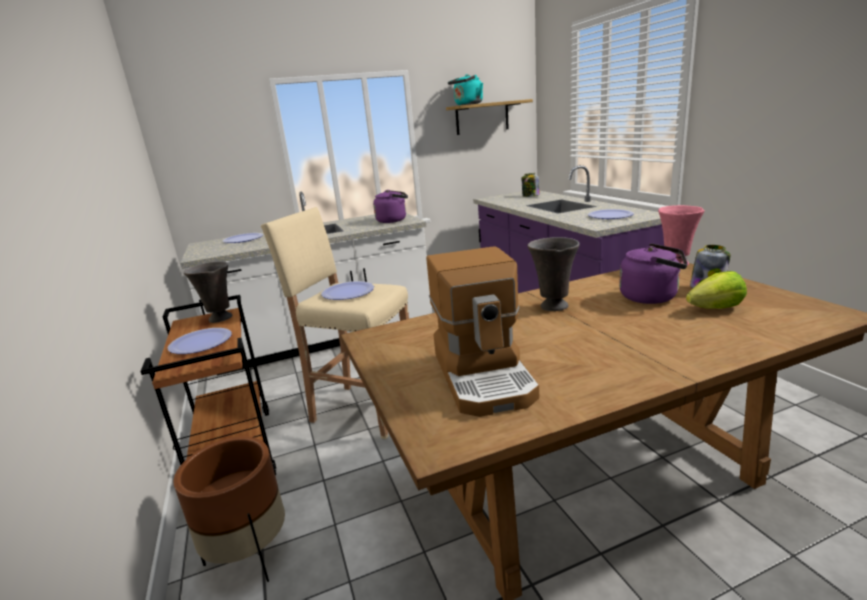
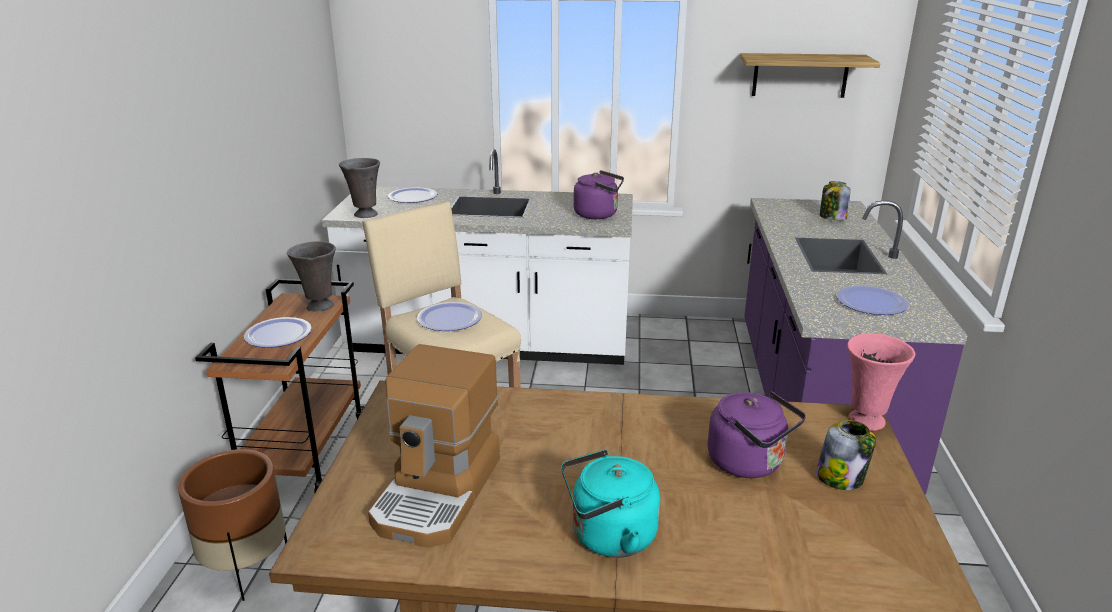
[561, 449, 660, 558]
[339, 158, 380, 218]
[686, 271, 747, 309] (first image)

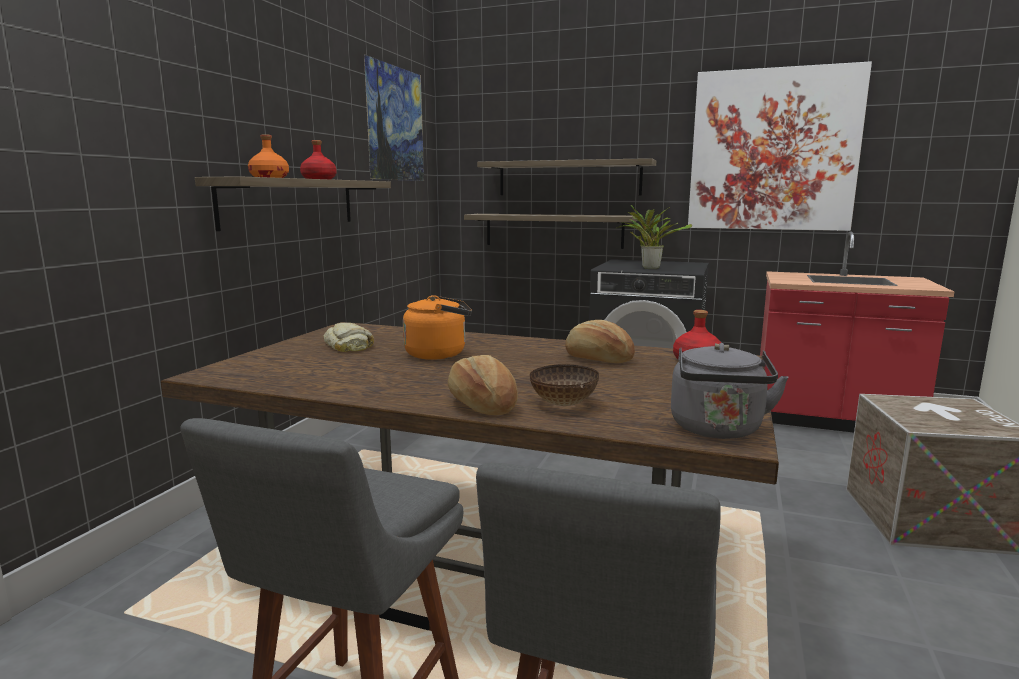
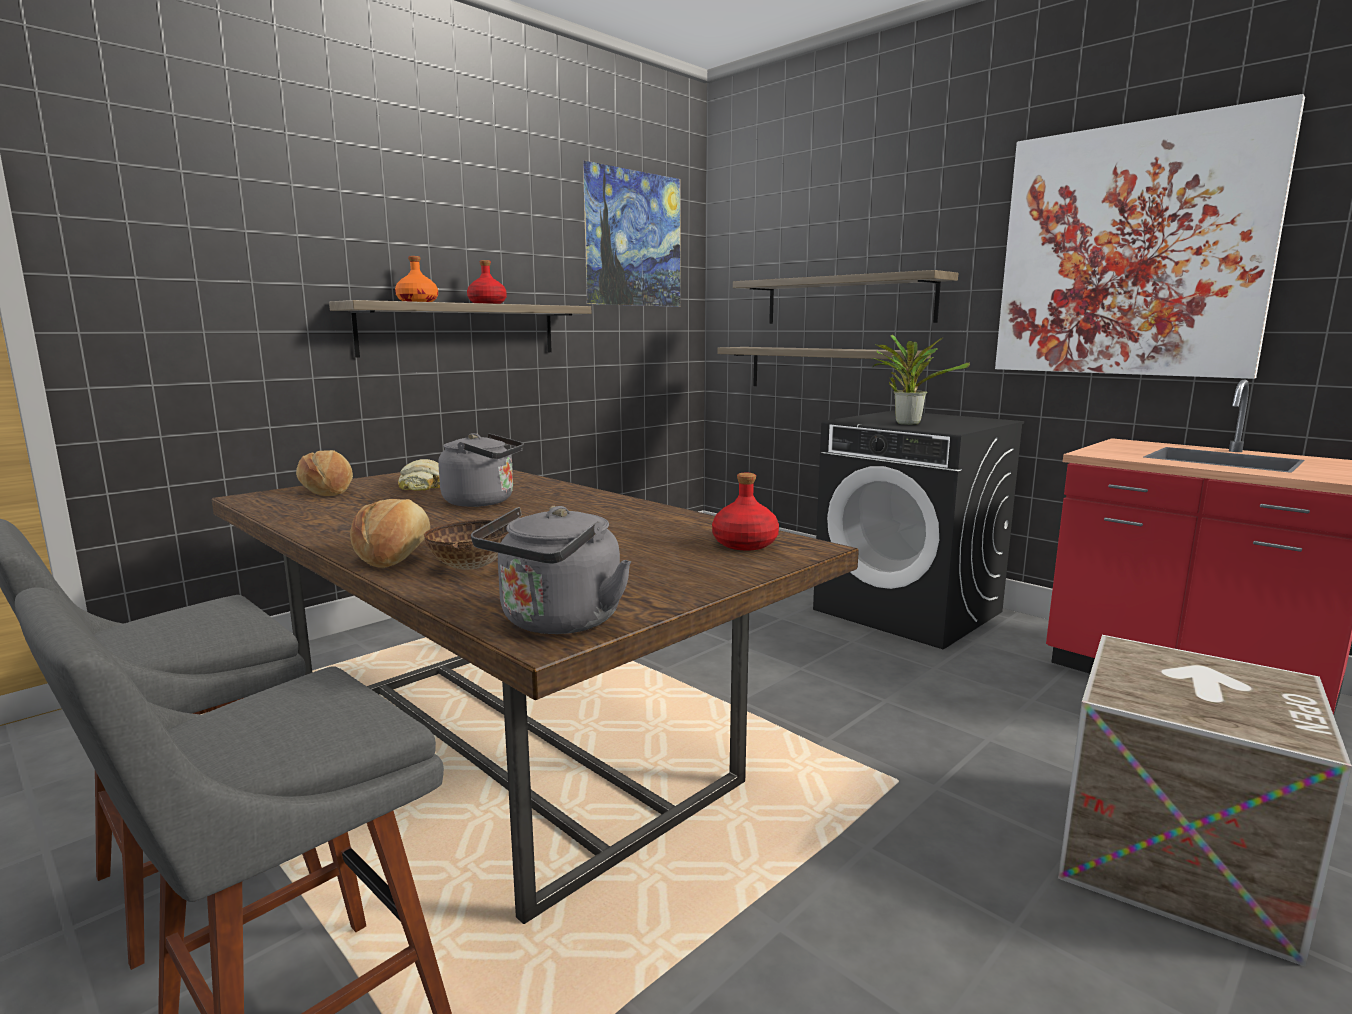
[438, 433, 524, 507]
[296, 450, 353, 496]

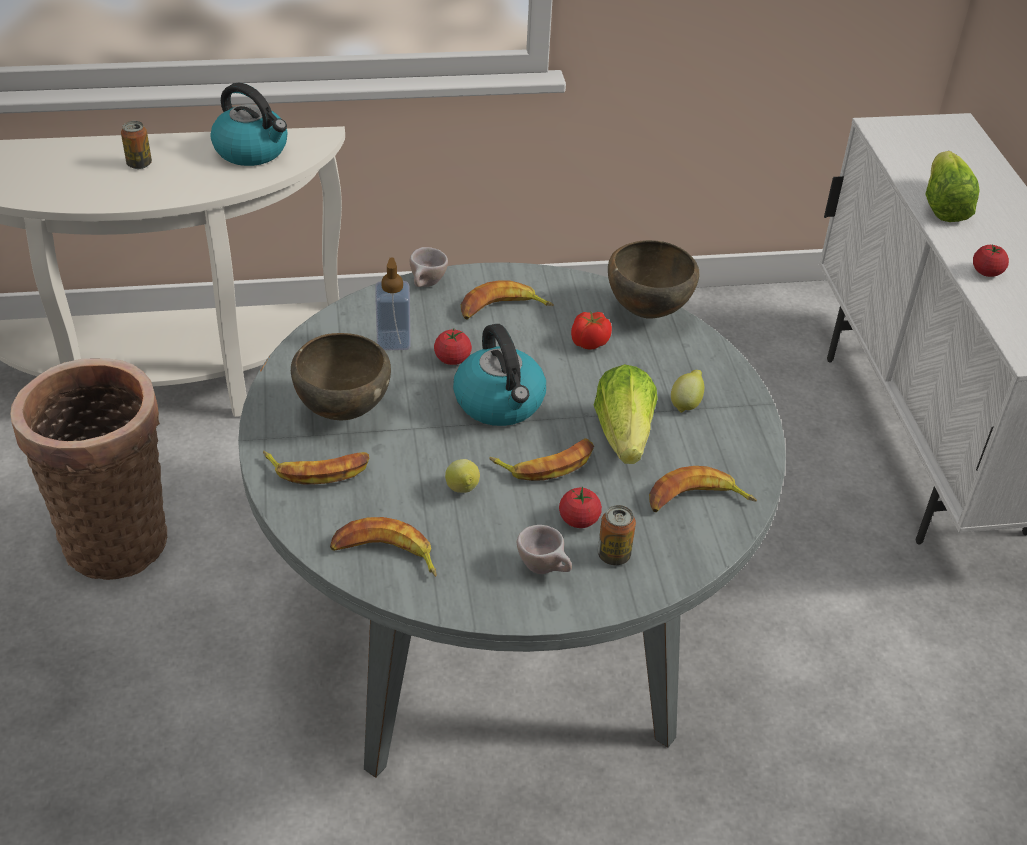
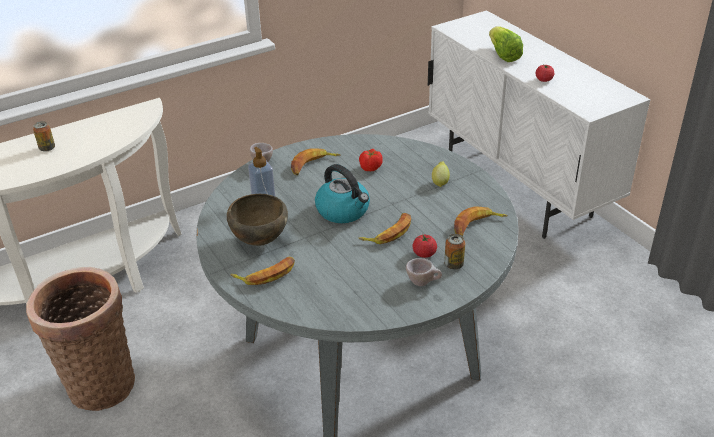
[210, 83, 287, 166] (first image)
[608, 240, 699, 319] (first image)
[434, 329, 472, 365] (first image)
[594, 364, 658, 464] (first image)
[445, 459, 480, 493] (first image)
[330, 517, 437, 577] (first image)

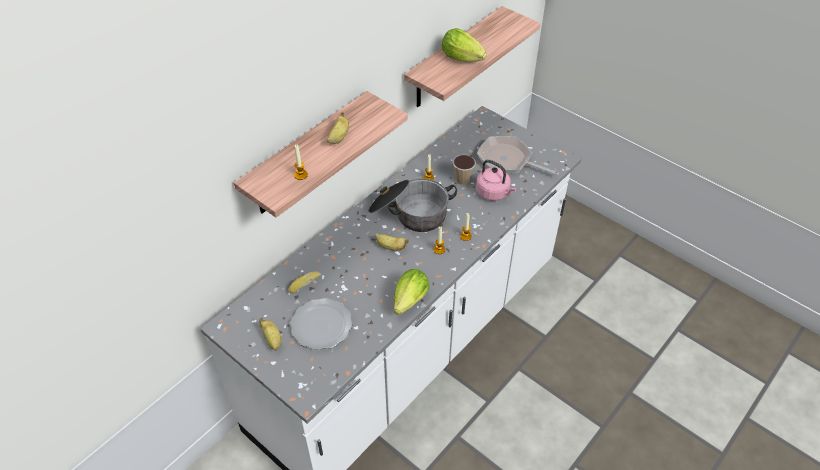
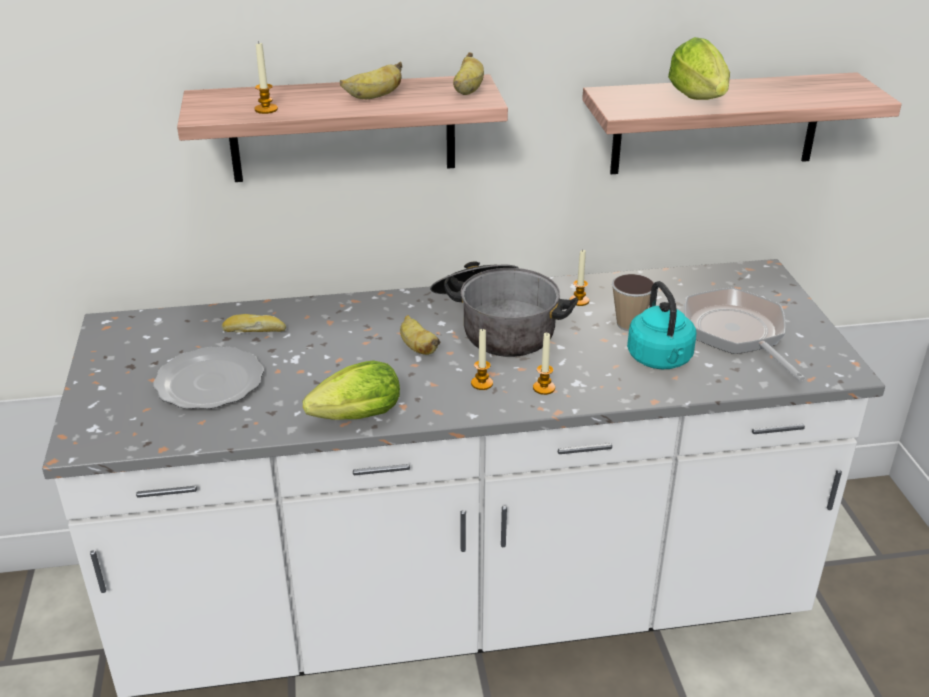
[627, 281, 696, 369]
[453, 52, 484, 95]

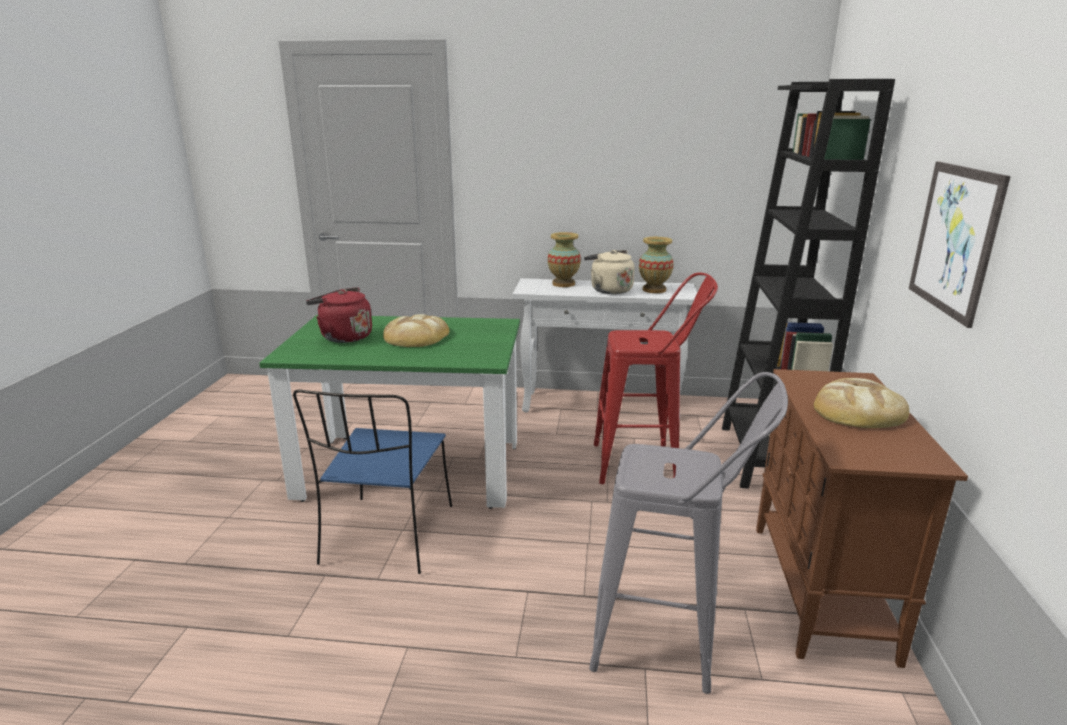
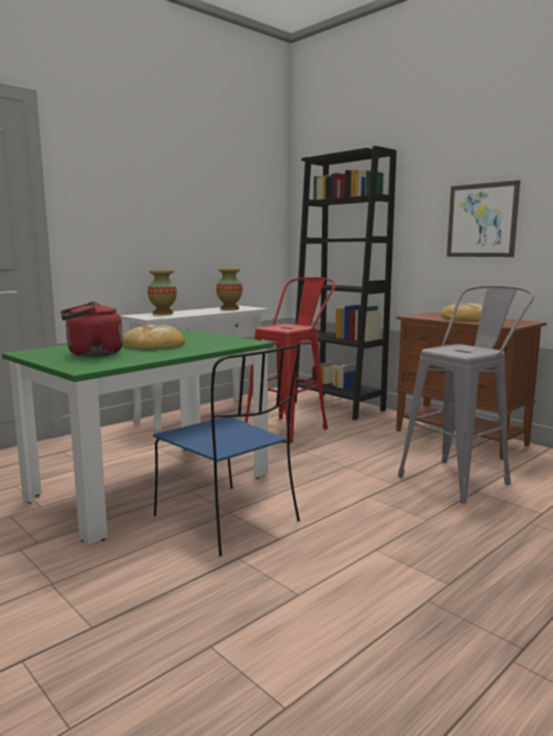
[584, 250, 635, 294] (first image)

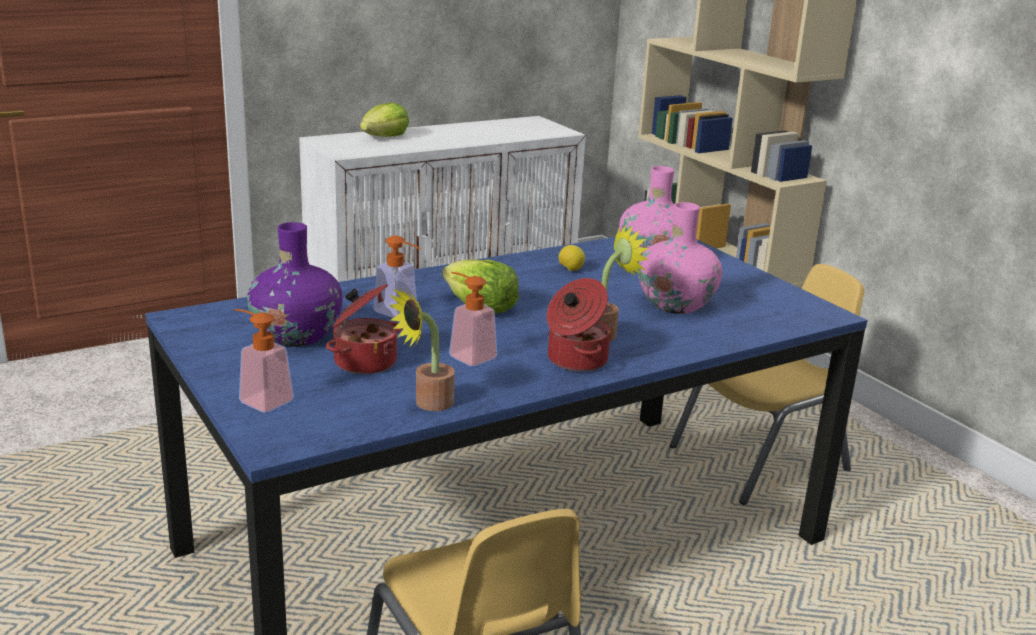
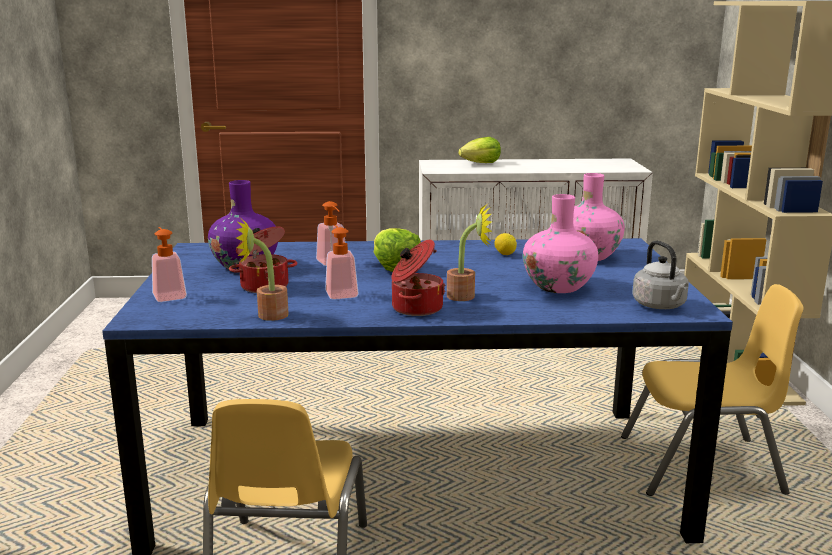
[632, 240, 689, 309]

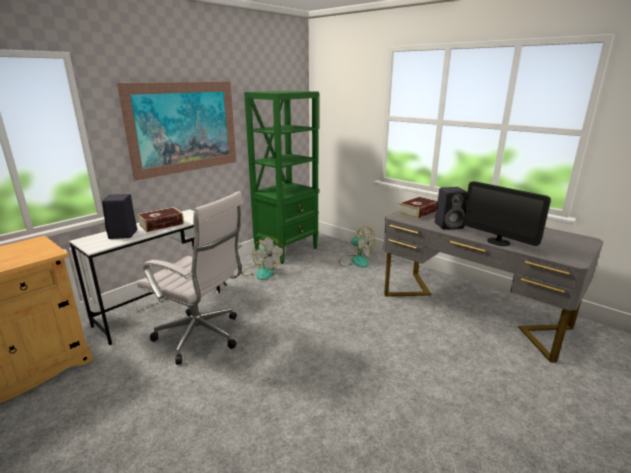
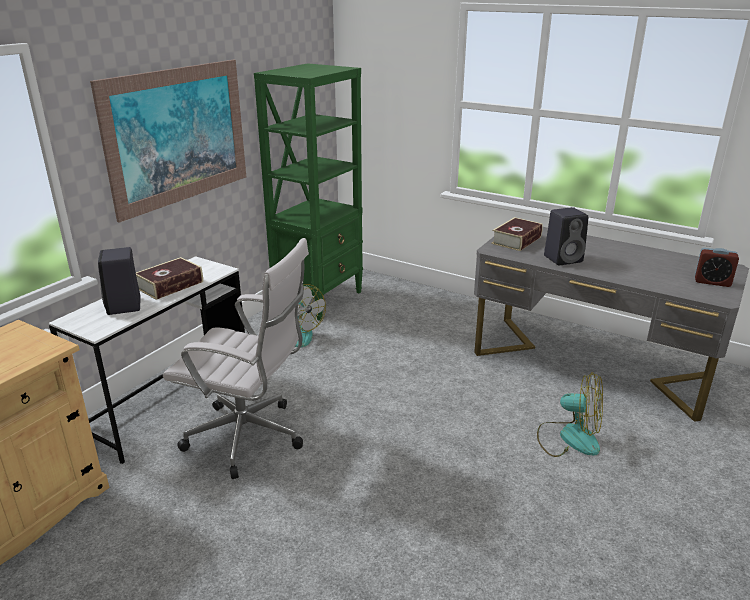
[463, 181, 551, 246] (first image)
[537, 372, 603, 457]
[695, 248, 739, 287]

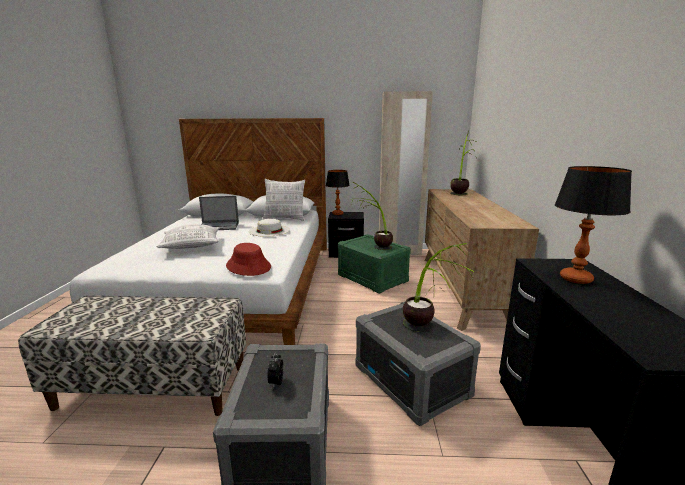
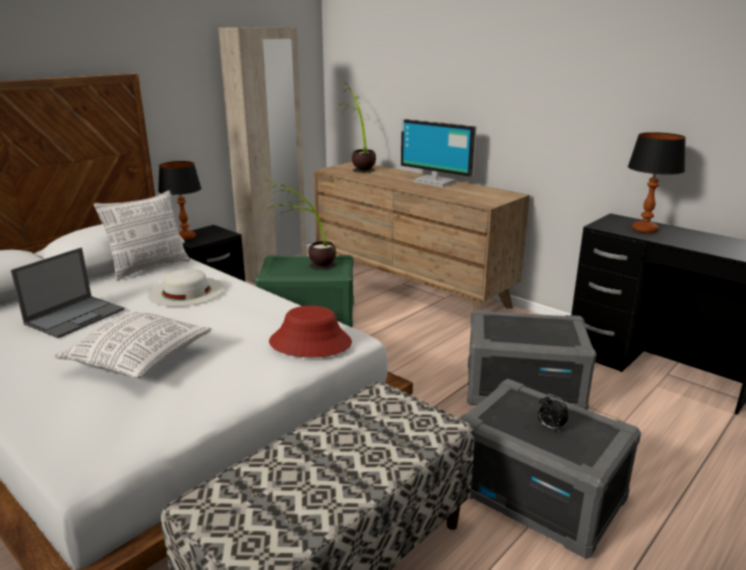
[403, 243, 474, 332] (first image)
[401, 119, 477, 187]

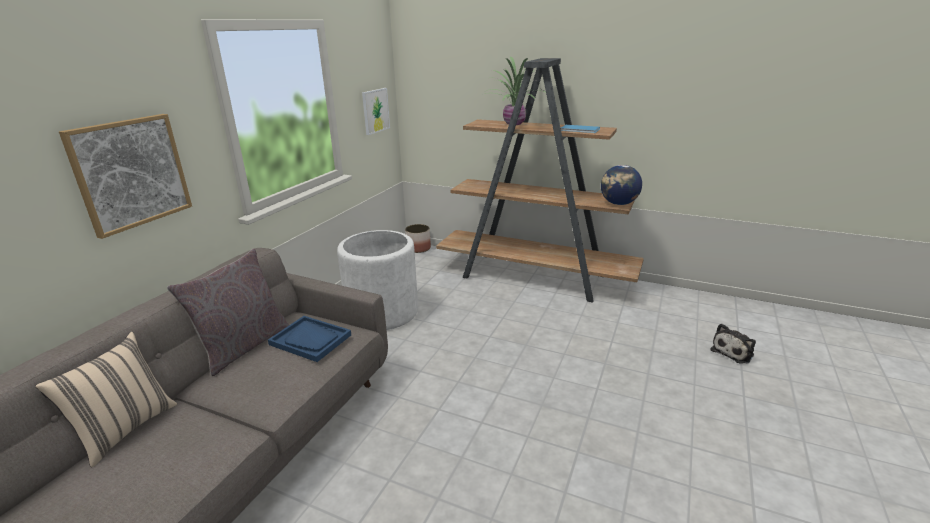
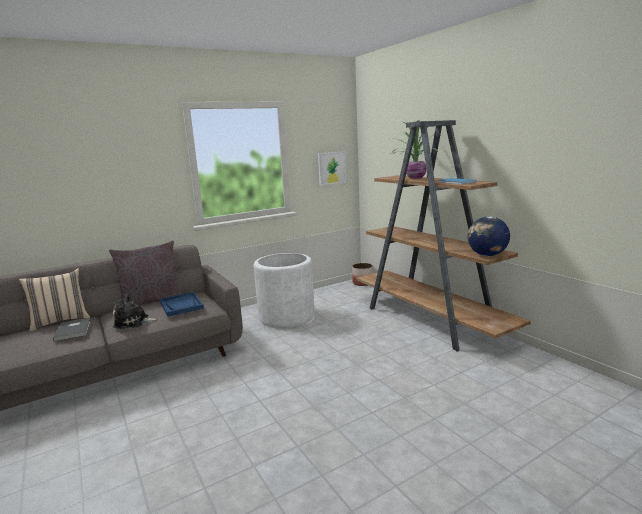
[59, 114, 192, 239] (first image)
[113, 294, 159, 329]
[53, 318, 91, 342]

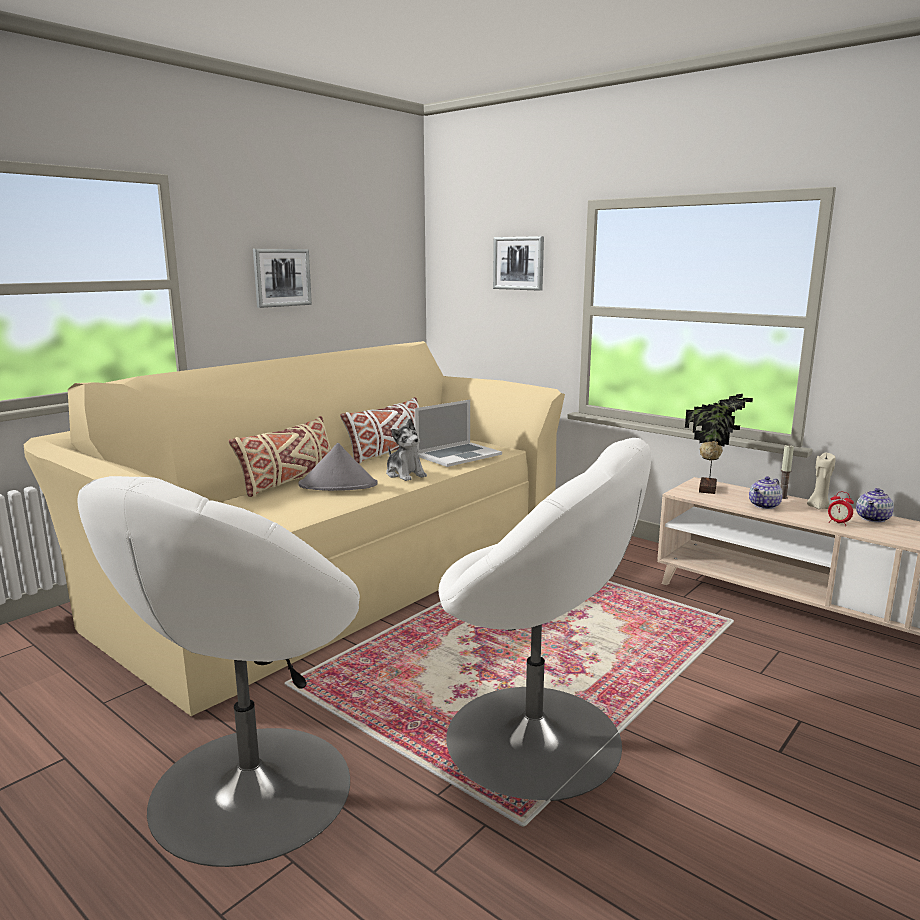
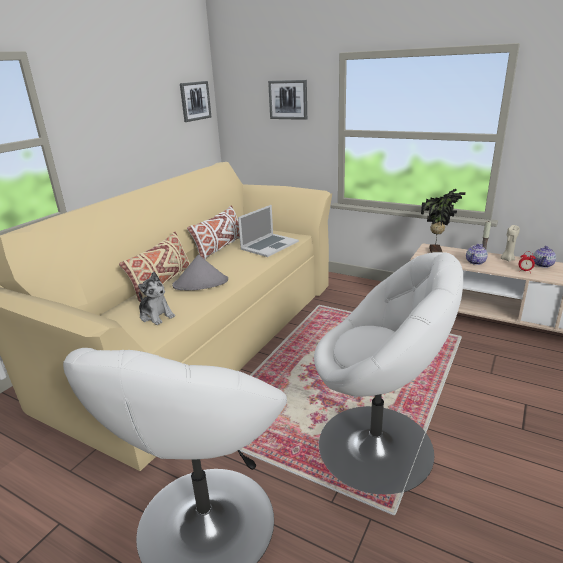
[180, 81, 211, 122]
[138, 272, 175, 325]

